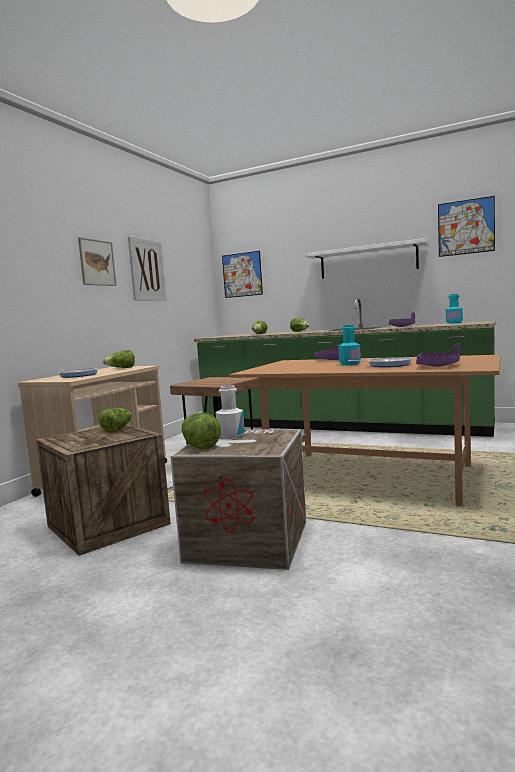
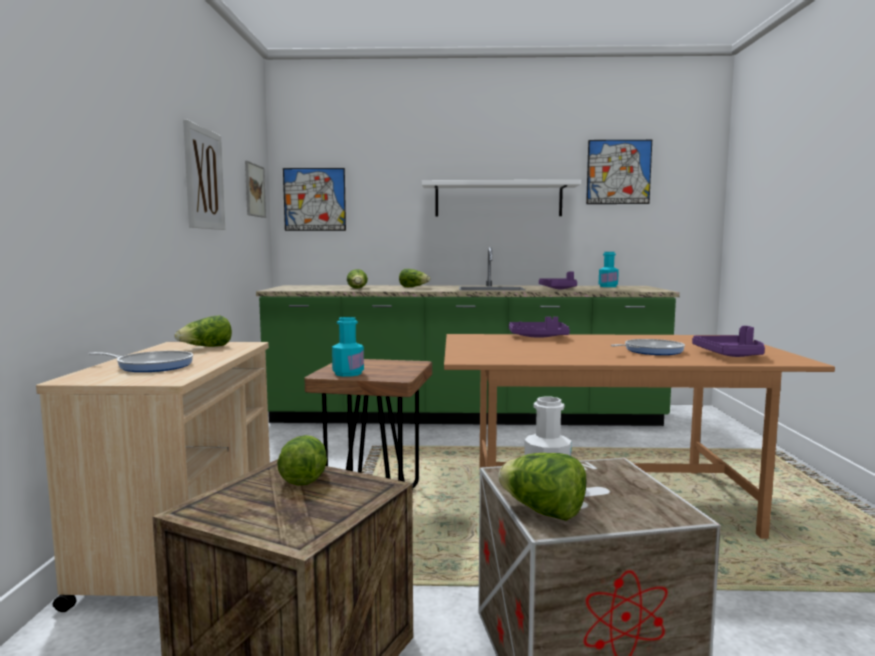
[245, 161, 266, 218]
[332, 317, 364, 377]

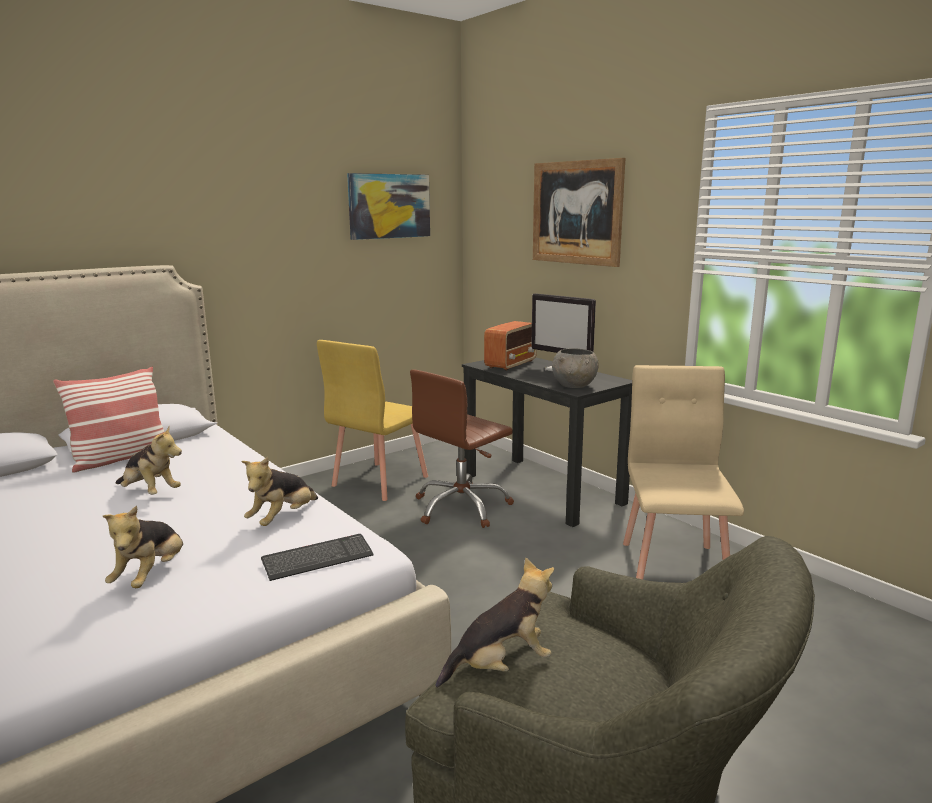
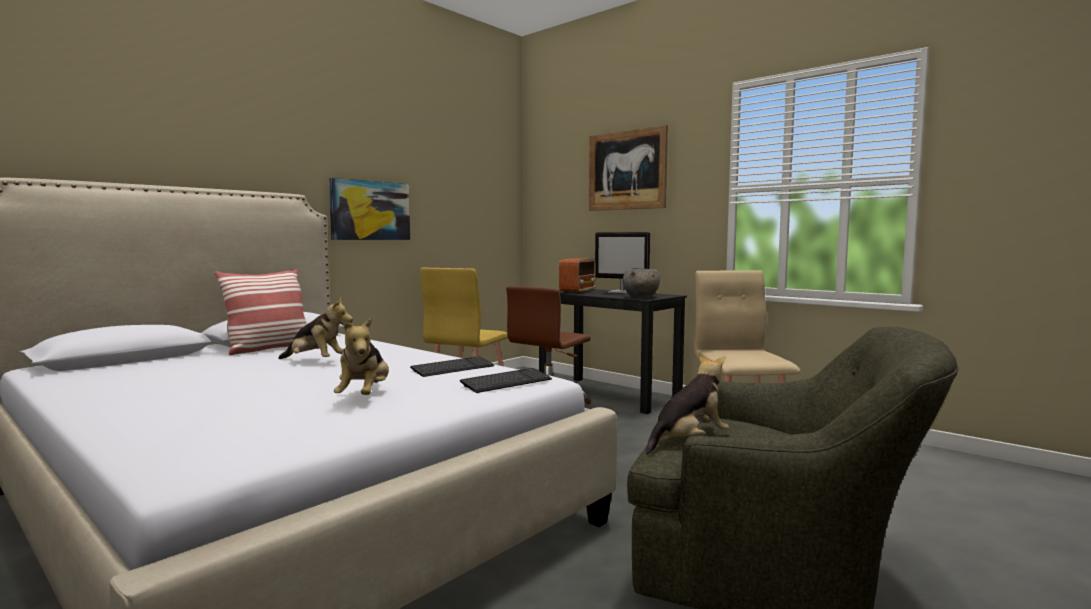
[329, 178, 410, 240]
[410, 356, 494, 377]

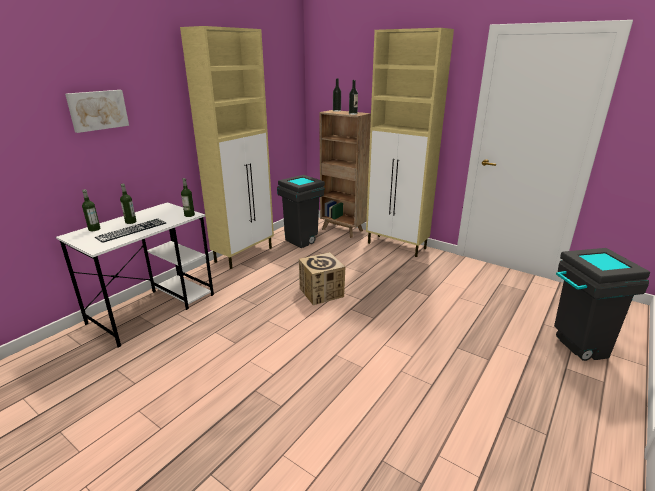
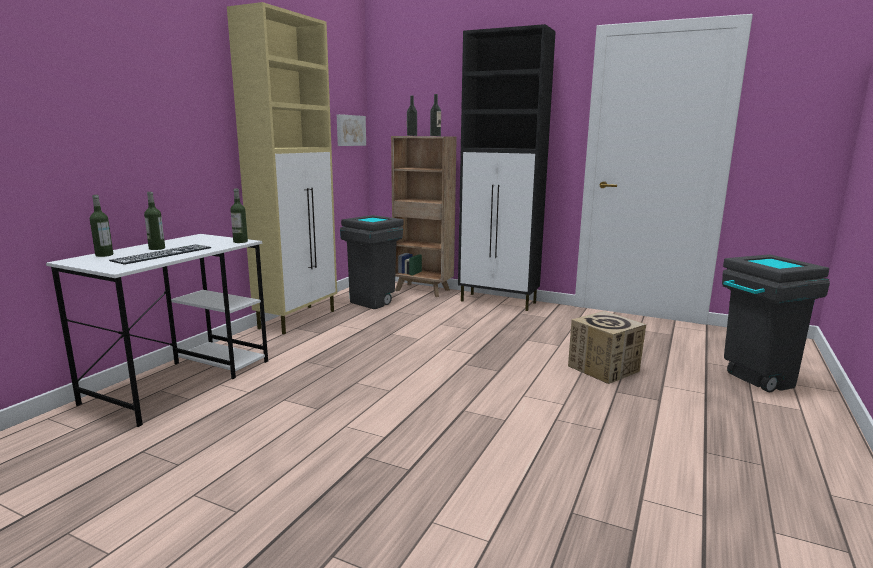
[458, 24, 556, 311]
[337, 114, 366, 146]
[568, 311, 646, 384]

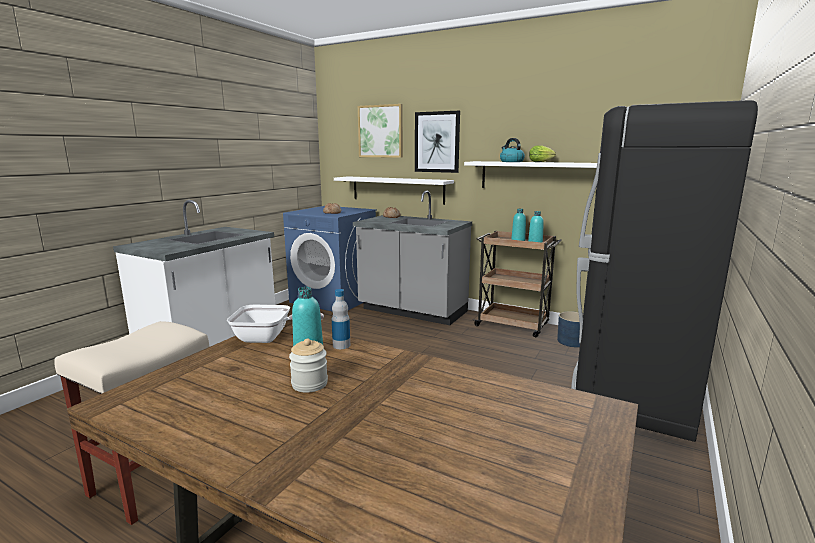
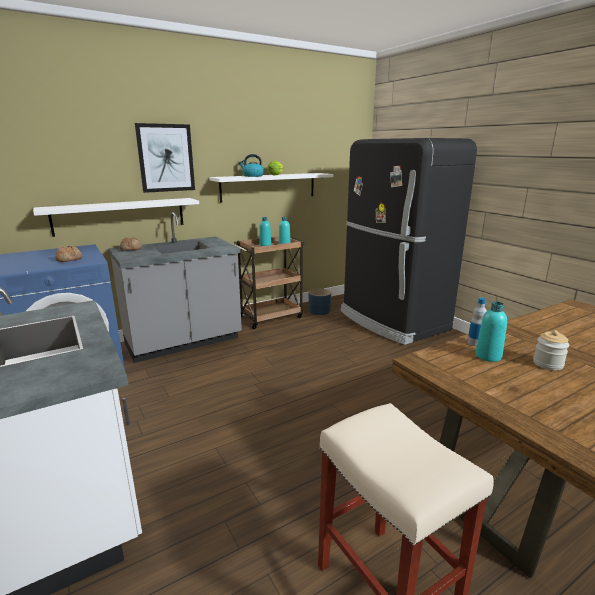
[358, 104, 403, 158] (first image)
[227, 305, 324, 343] (first image)

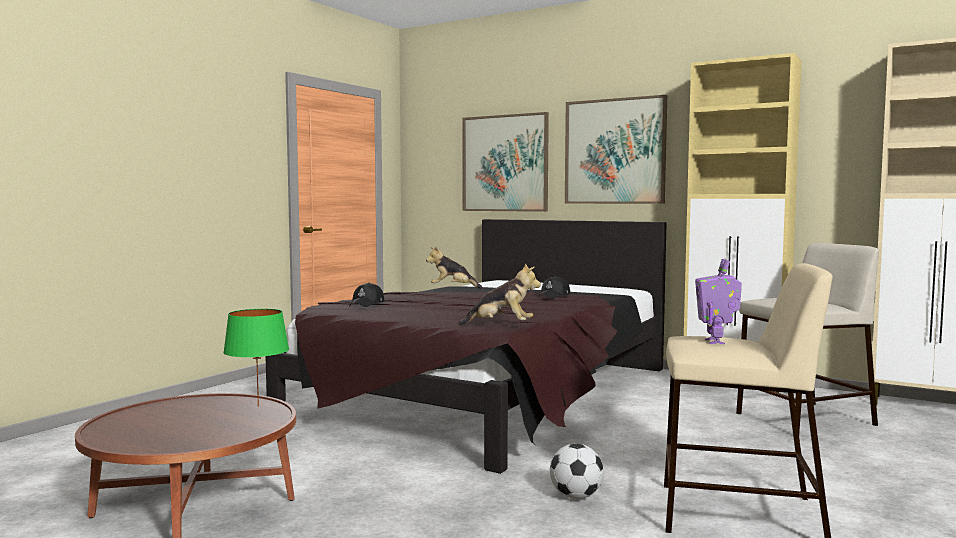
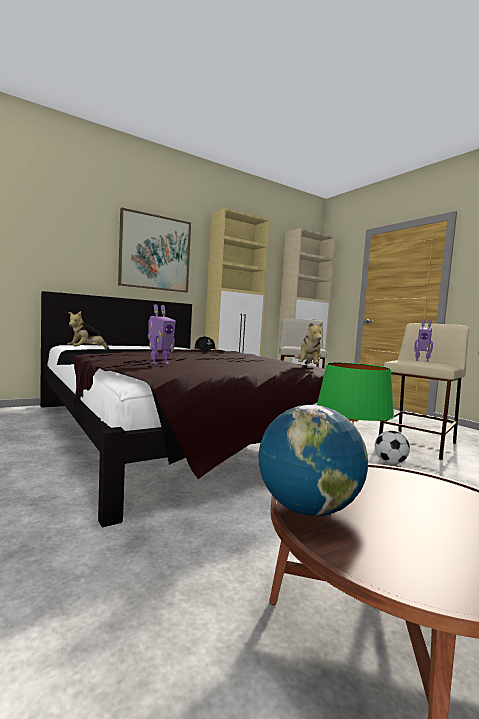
[462, 112, 549, 212] (first image)
[294, 322, 323, 365]
[148, 304, 175, 365]
[258, 405, 368, 516]

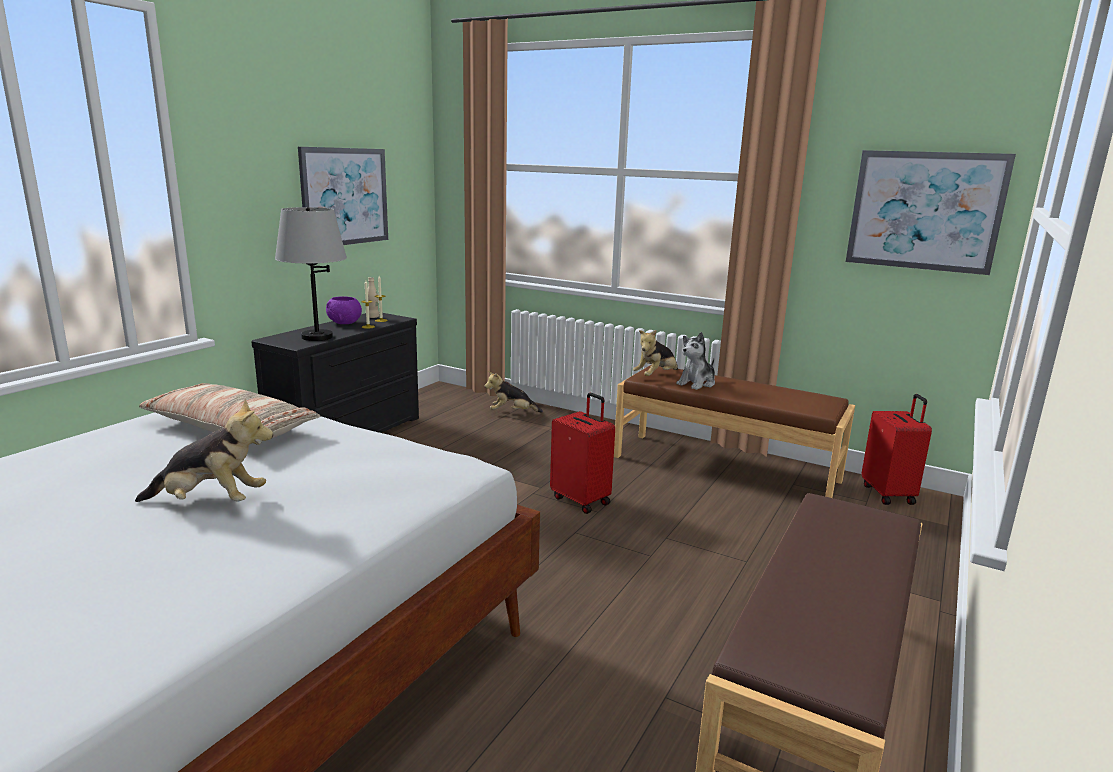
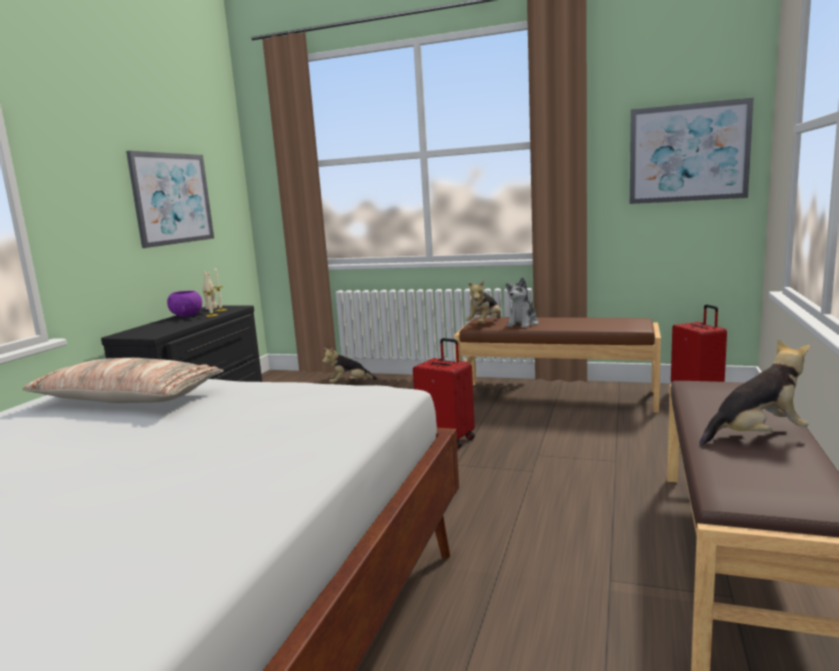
[275, 207, 347, 341] (first image)
[699, 339, 810, 446]

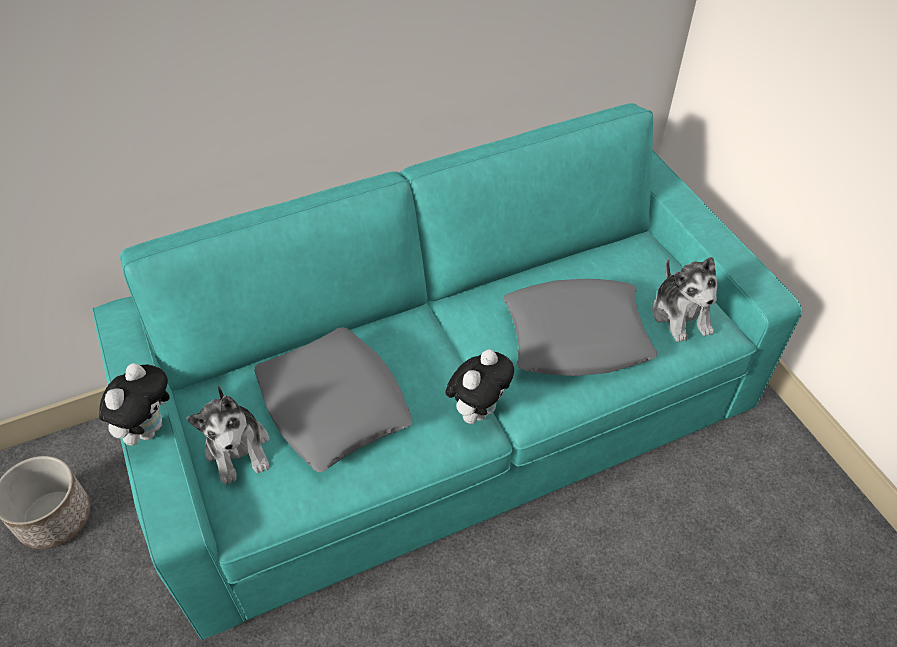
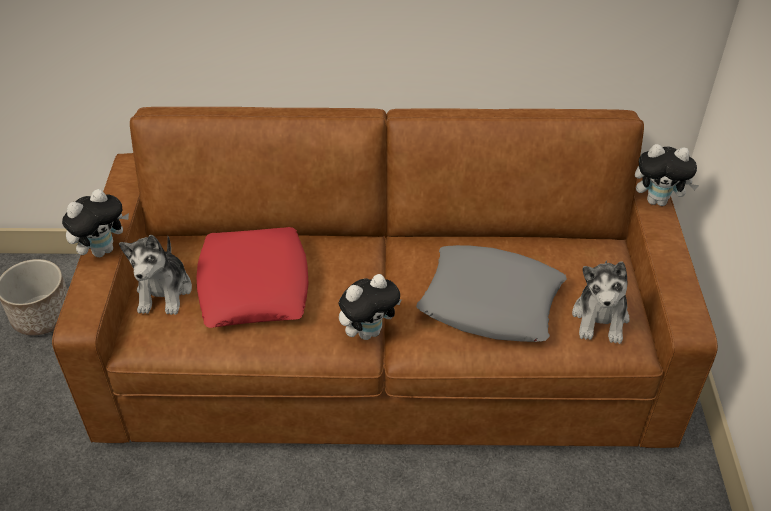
[52, 107, 718, 448]
[197, 227, 309, 328]
[635, 144, 699, 206]

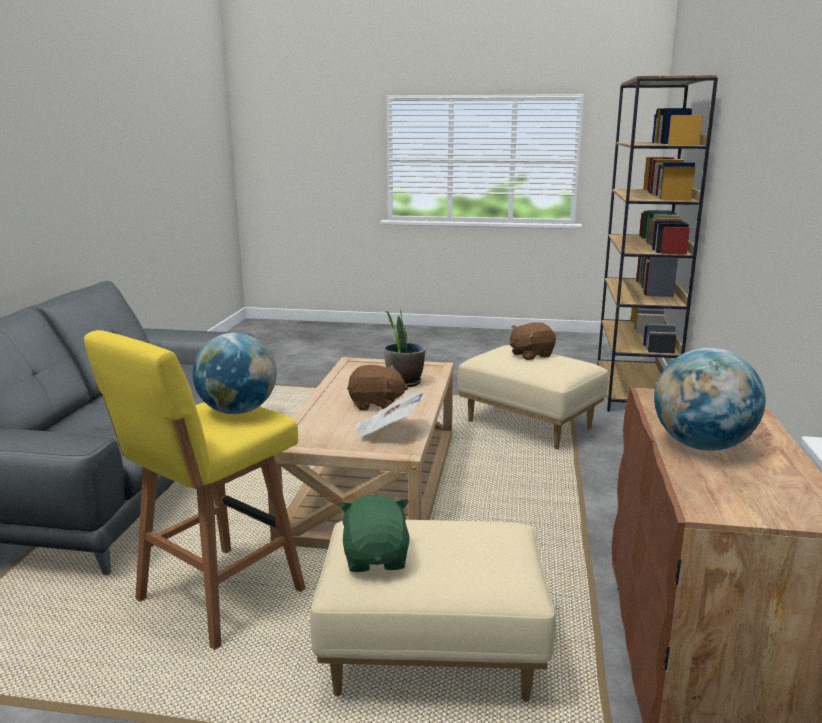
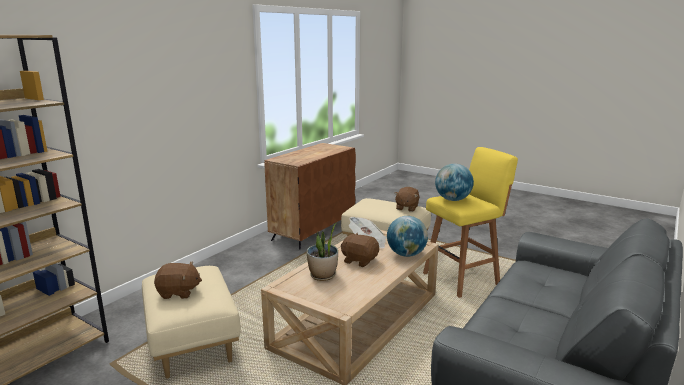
[387, 216, 428, 257]
[394, 187, 419, 212]

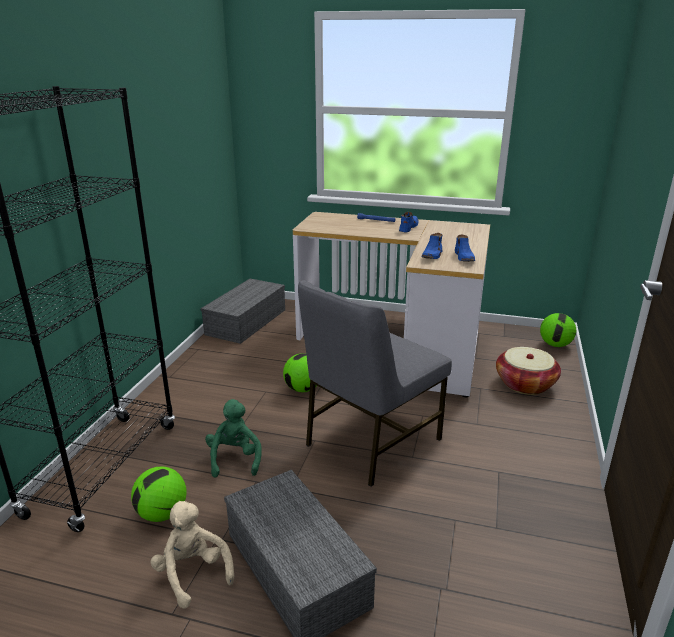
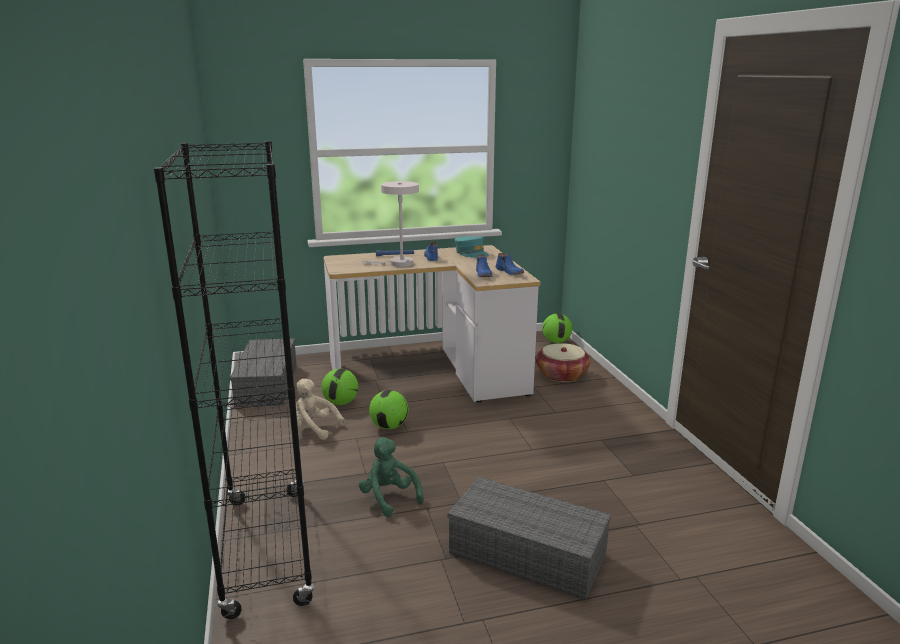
[298, 280, 452, 487] (first image)
[321, 369, 358, 405]
[296, 379, 345, 440]
[361, 181, 419, 267]
[455, 236, 489, 258]

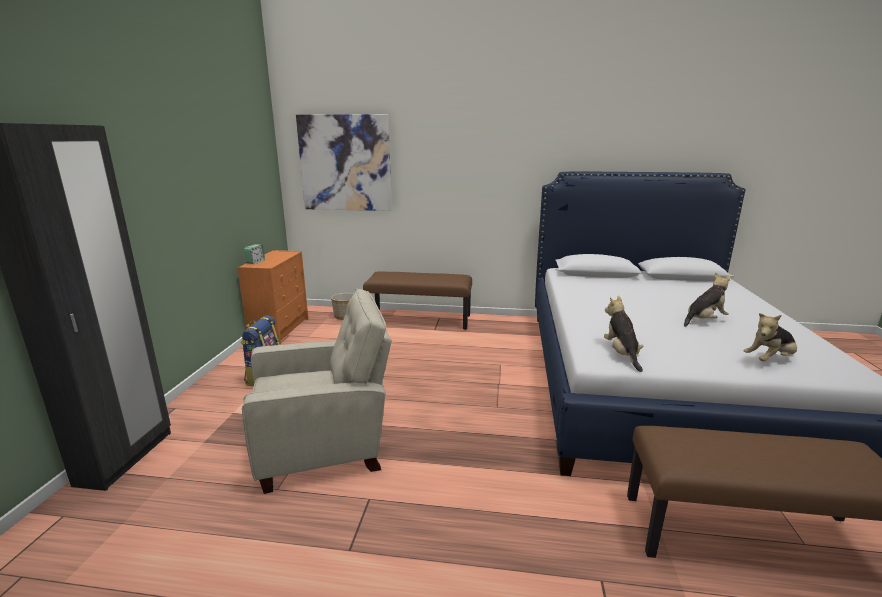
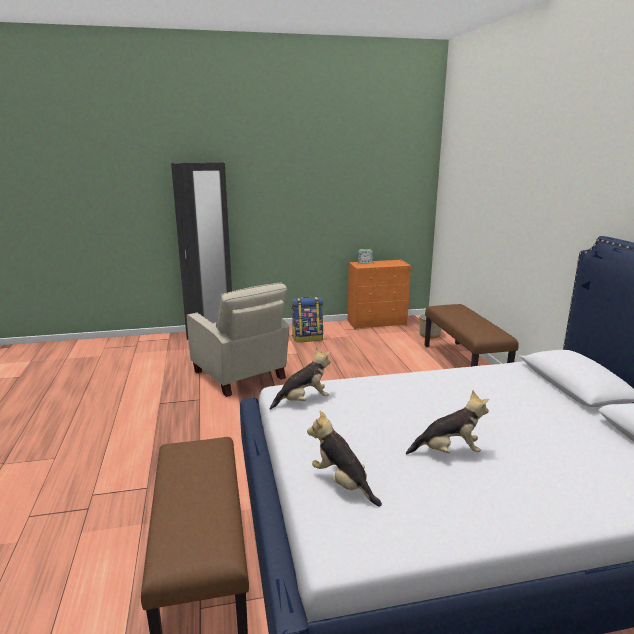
[296, 114, 392, 211] (first image)
[406, 391, 489, 454]

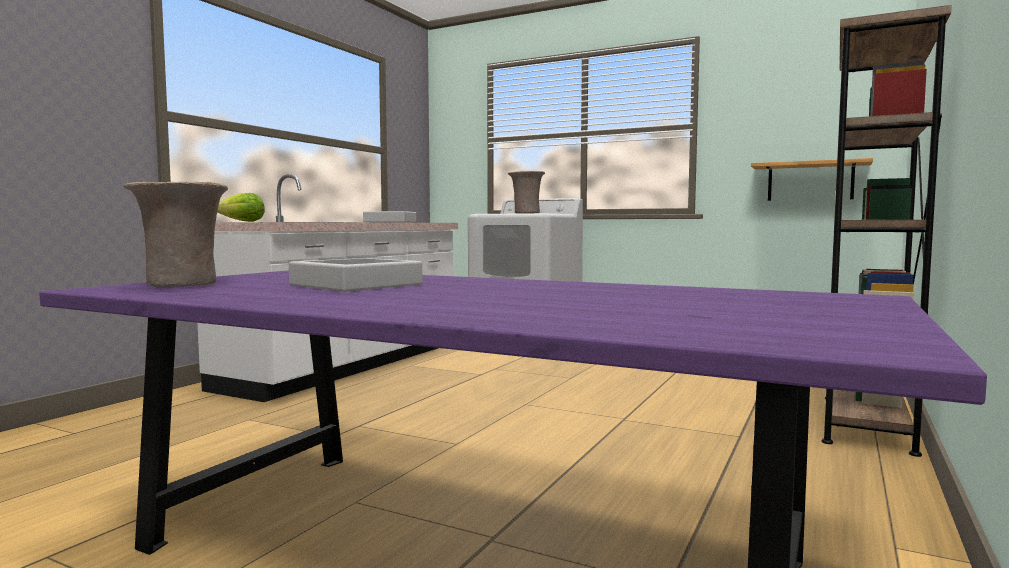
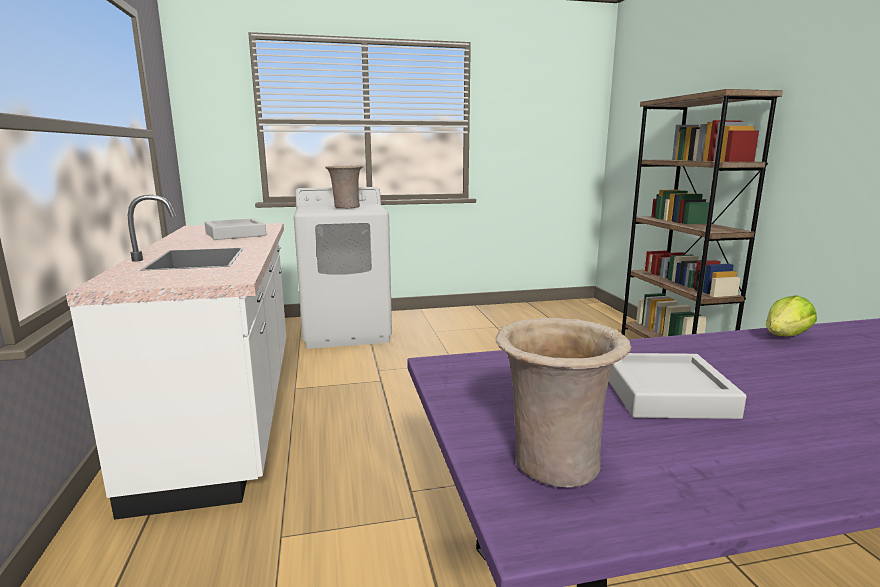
[751, 158, 873, 201] (first image)
[766, 295, 817, 336]

